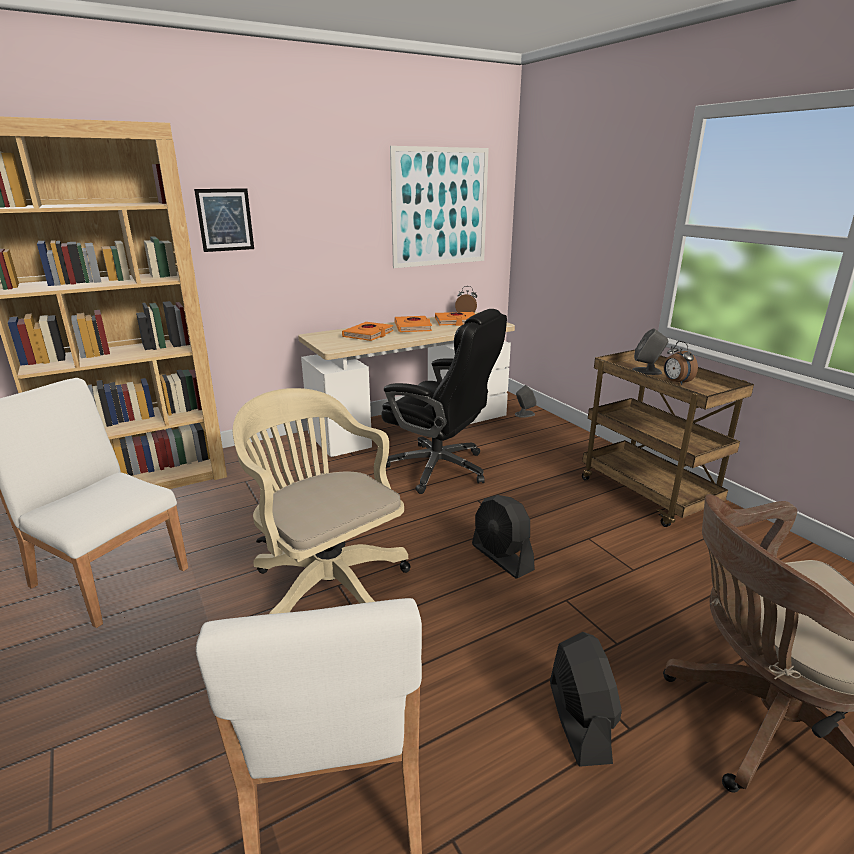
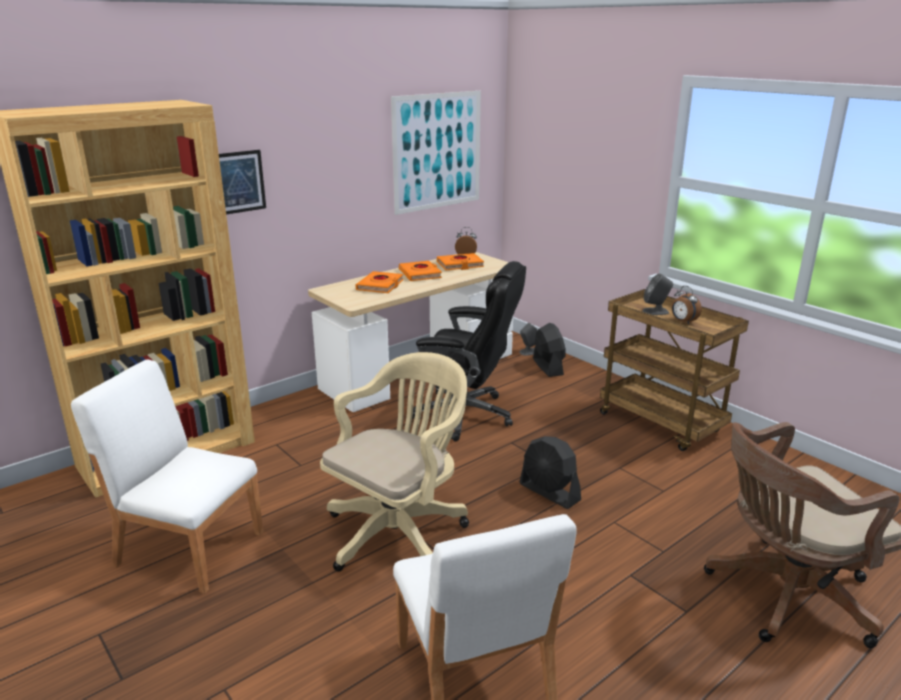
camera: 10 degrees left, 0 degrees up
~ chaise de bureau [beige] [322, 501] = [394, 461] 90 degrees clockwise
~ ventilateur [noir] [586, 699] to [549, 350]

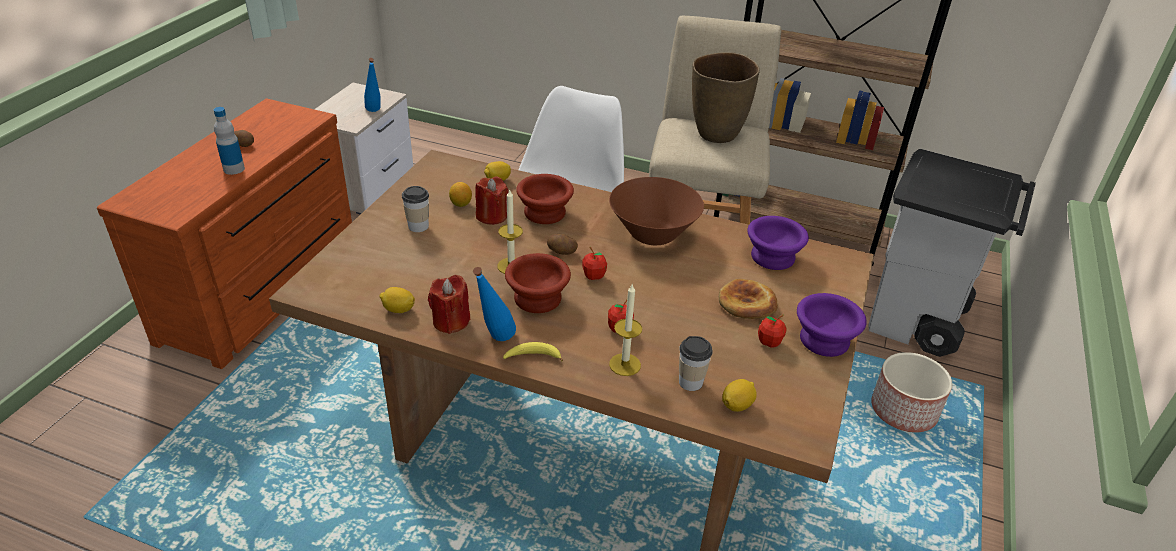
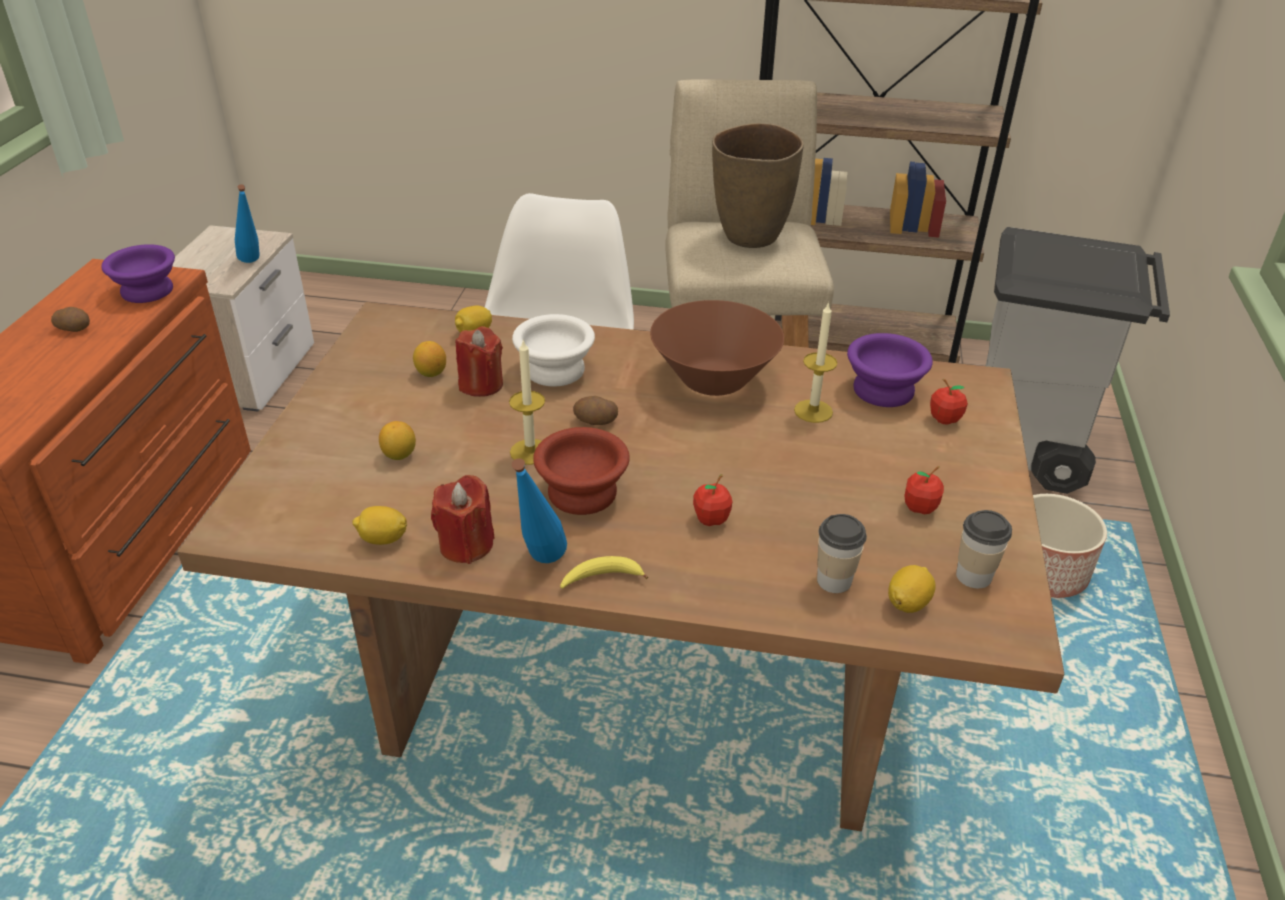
camera: 10 degrees left, 0 degrees up
- bouteille [229, 141]
~ bol [marron] [545, 199] to bol [blanc] [553, 350]
~ tasse [415, 209] to [984, 549]
~ pomme [594, 263] to [949, 402]
- pain [748, 299]
~ bougie [625, 330] to [815, 362]
~ bol [violet] [832, 325] to [138, 273]
+ citron [397, 440]

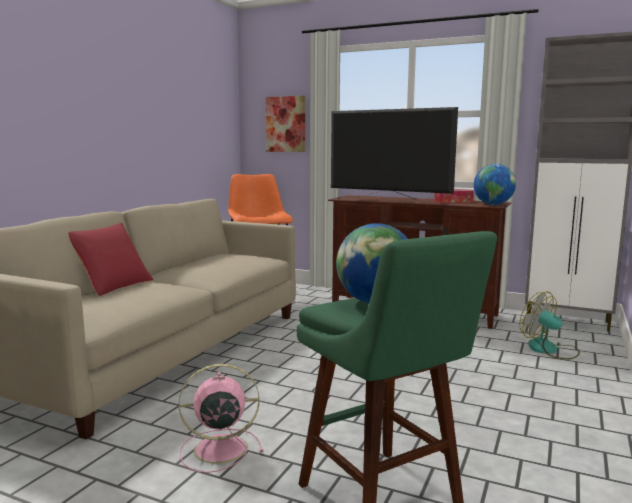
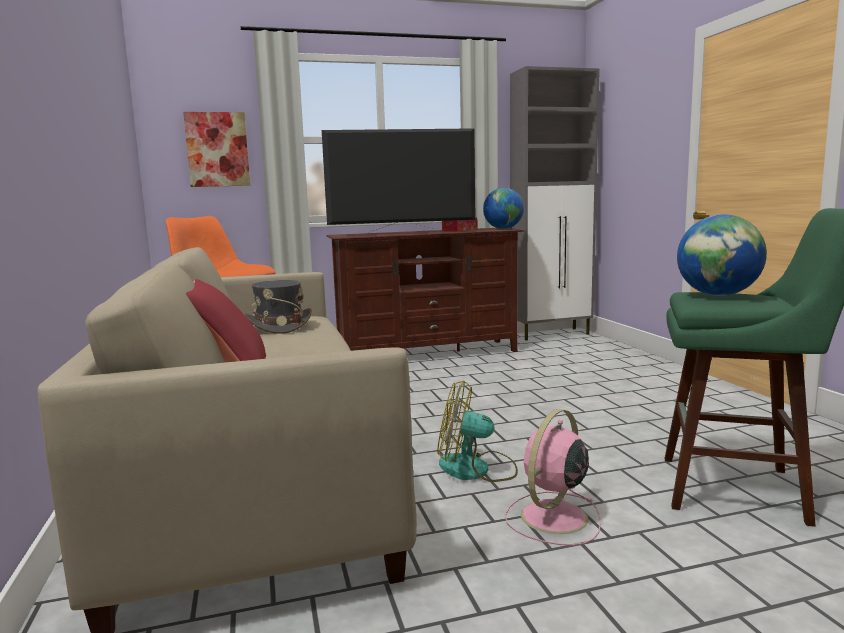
camera: 40 degrees left, 0 degrees up
~ ventilateur [549, 325] to [477, 431]
+ chapeau [gris] [278, 307]

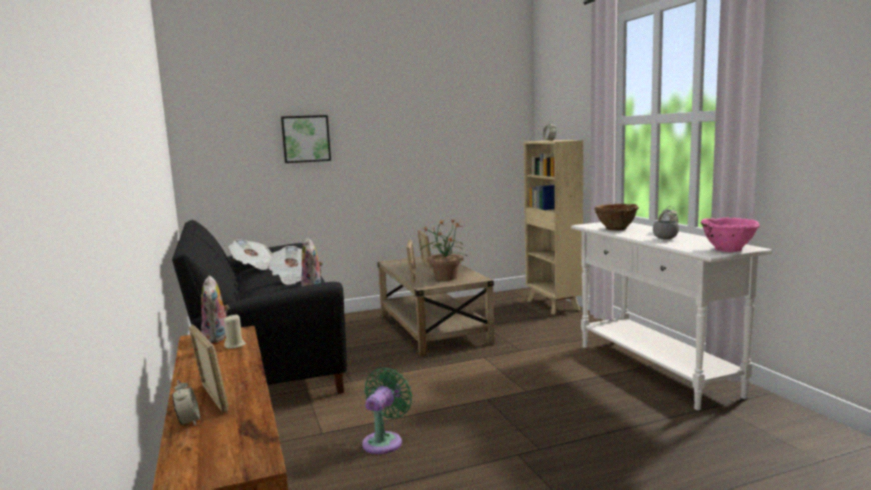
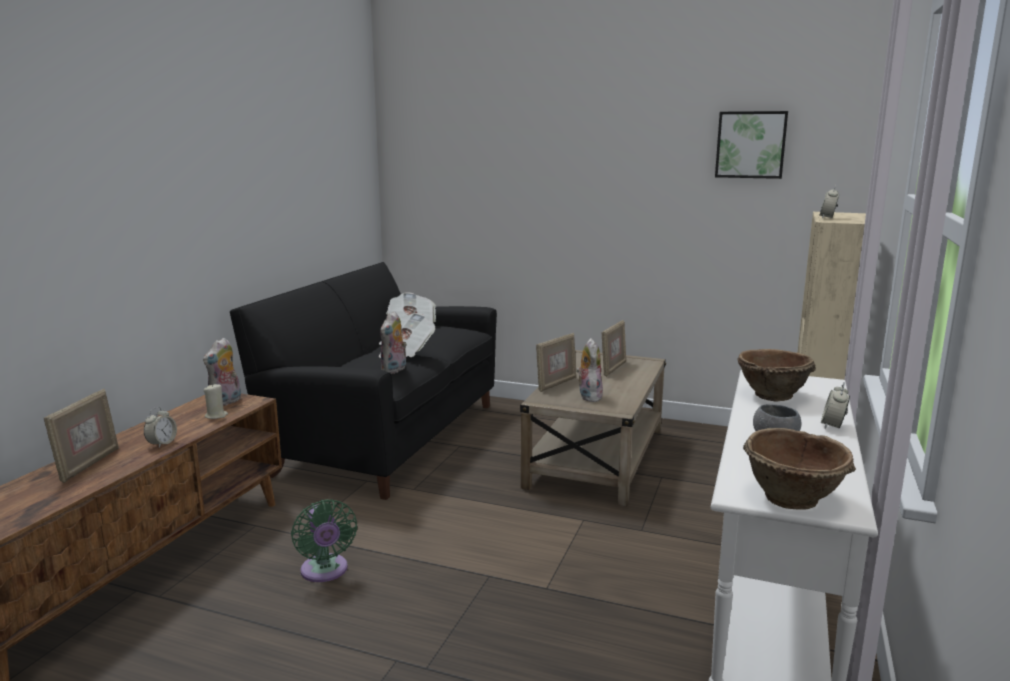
camera: 40 degrees right, 5 degrees up
~ tableau [306, 139] to [751, 145]
~ bol [rose] [730, 234] to bol [marron] [799, 469]
~ plante en pot [444, 250] to peluche [589, 370]
~ ventilateur [vert] [387, 410] = [324, 540] 90 degrees clockwise
~ réveil [186, 402] to [160, 427]

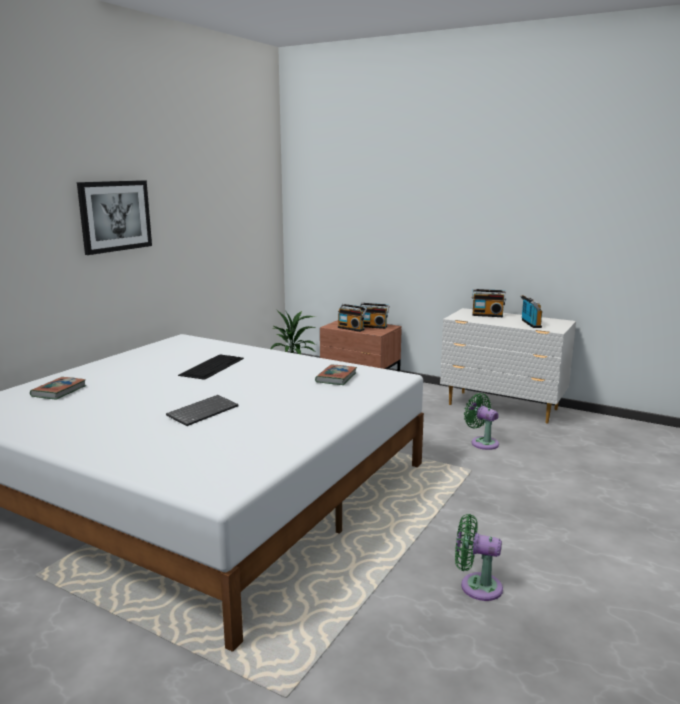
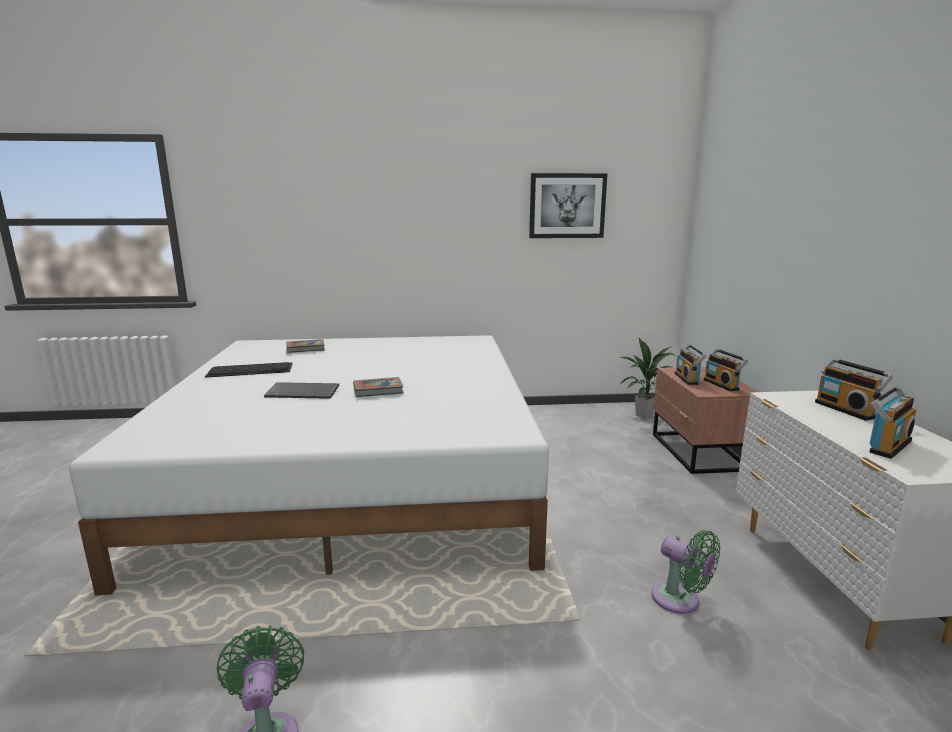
camera: 55 degrees right, 0 degrees up
~ tableau [114, 217] to [568, 205]
~ clavier [211, 367] to [249, 370]
~ livre [336, 375] to [378, 387]
~ ventilateur [vert] [481, 421] = [686, 572] 120 degrees clockwise

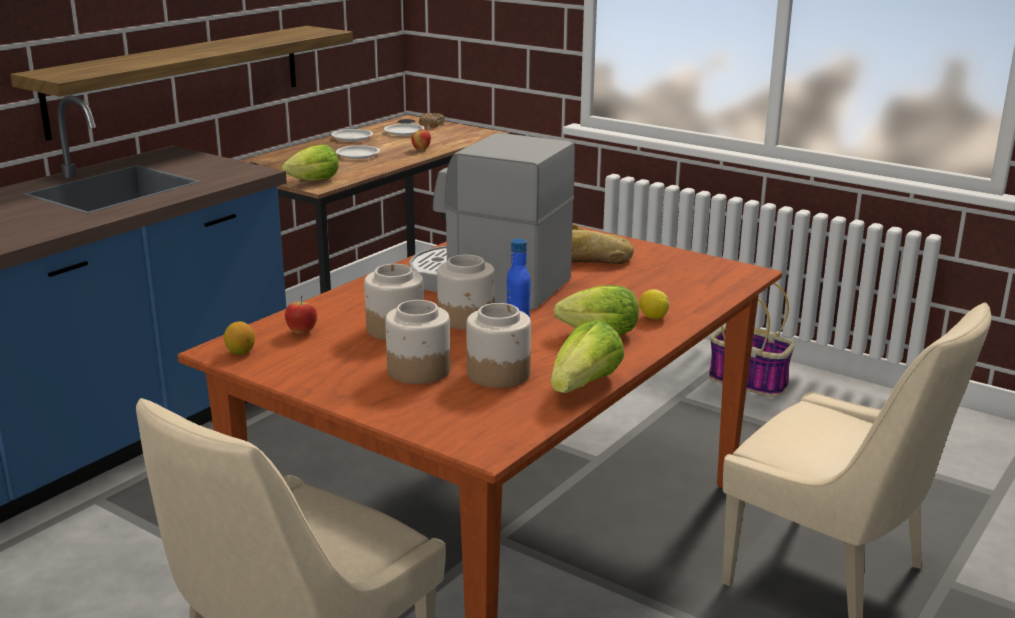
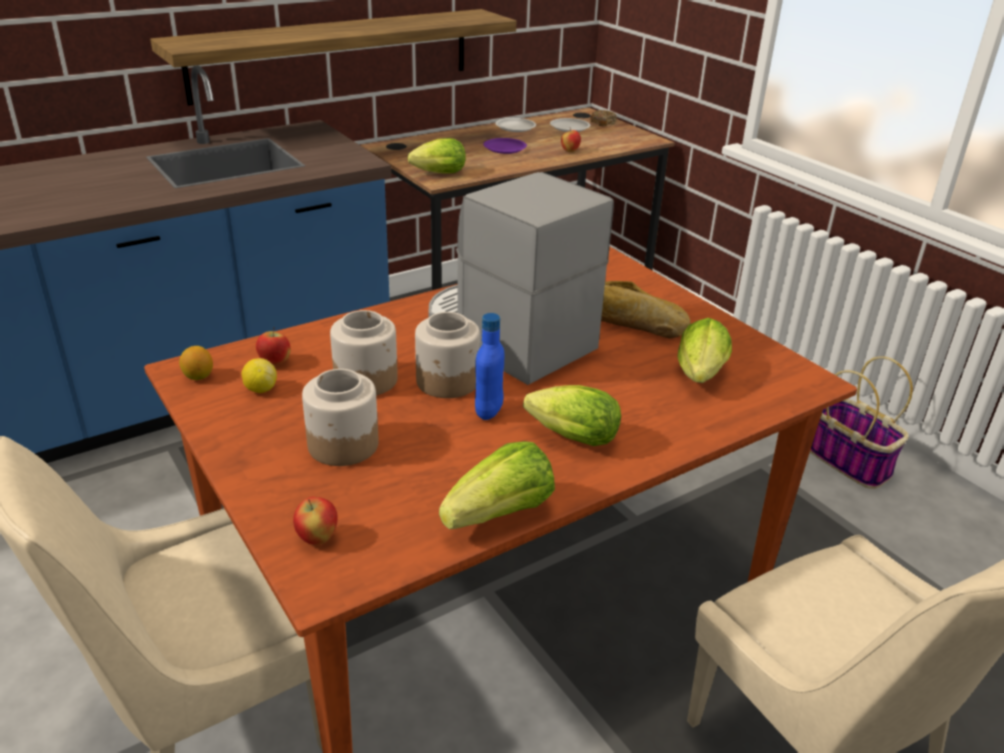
camera: 20 degrees right, 10 degrees up
~ assiette [blanc] [358, 152] to assiette [violet] [505, 146]
~ citron [654, 304] to [259, 375]
- bocal [498, 345]
+ laitue [705, 350]
+ pomme [315, 521]

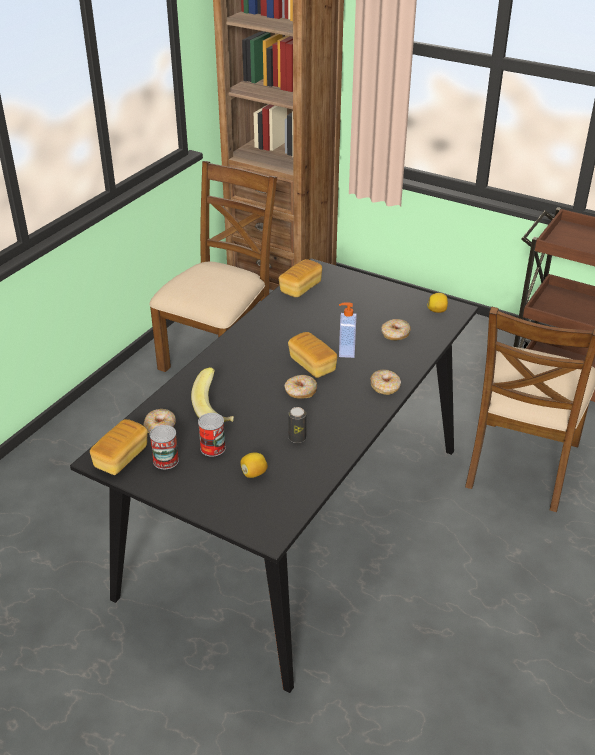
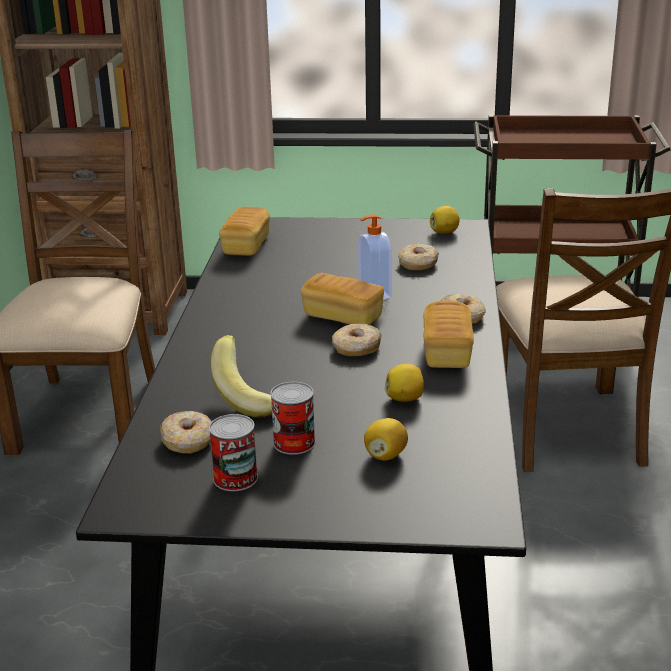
camera: 25 degrees left, 10 degrees down
~ boîte métallique [297, 425] to citron [404, 383]
~ pain [119, 447] to [448, 334]

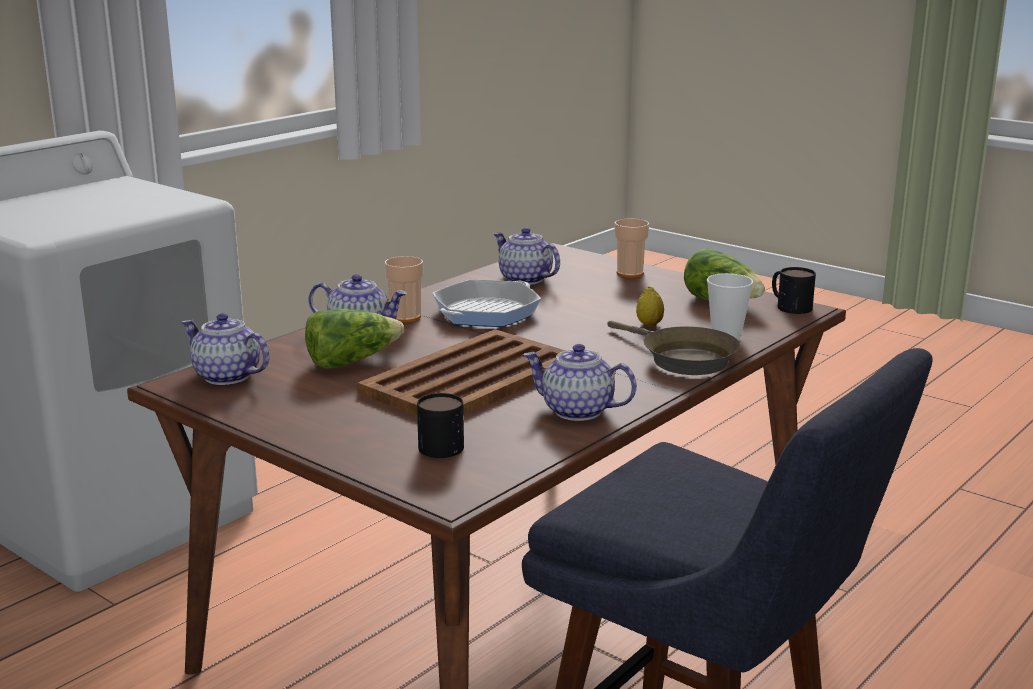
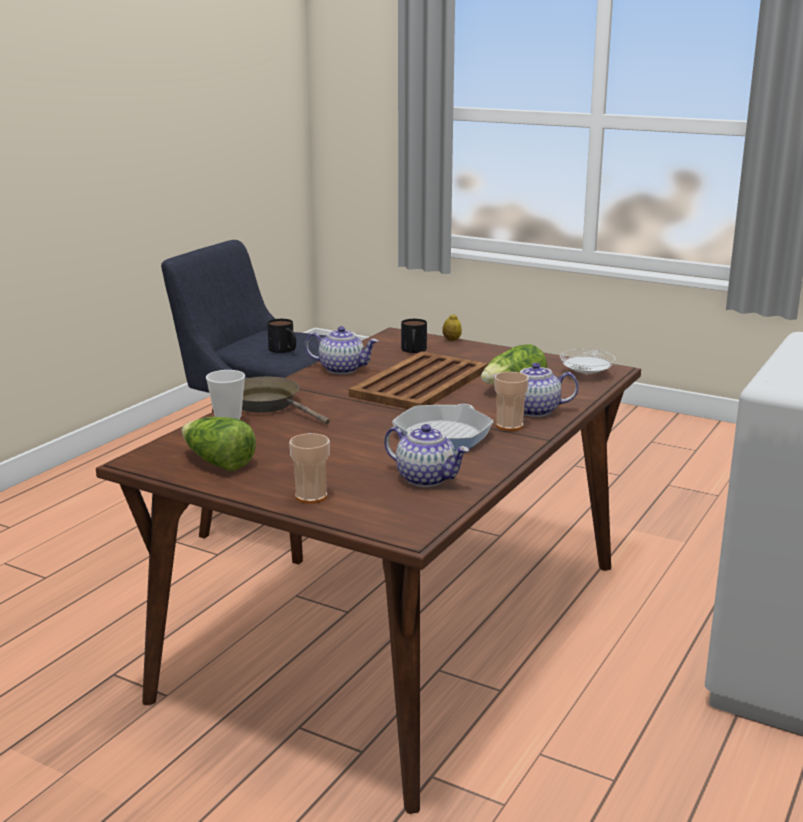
camera: 170 degrees right, 0 degrees up
~ mug [794, 290] to [281, 336]
~ citron [650, 306] to [452, 327]
~ théière [225, 349] to assiette [blanc] [587, 362]

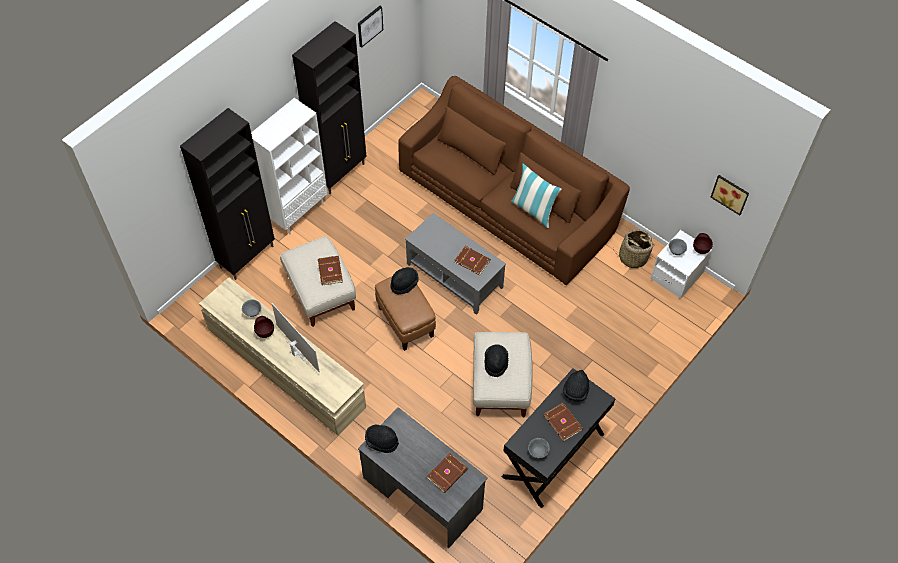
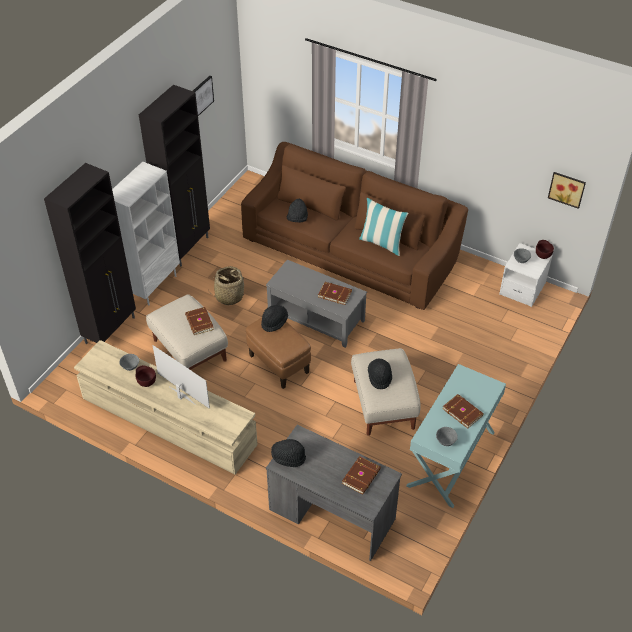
camera: 10 degrees left, 10 degrees down
~ panier [633, 248] to [227, 285]
~ table console [noir] [558, 438] to table console [turquoise] [456, 436]
~ chapeau [noir] [576, 386] to [297, 211]

